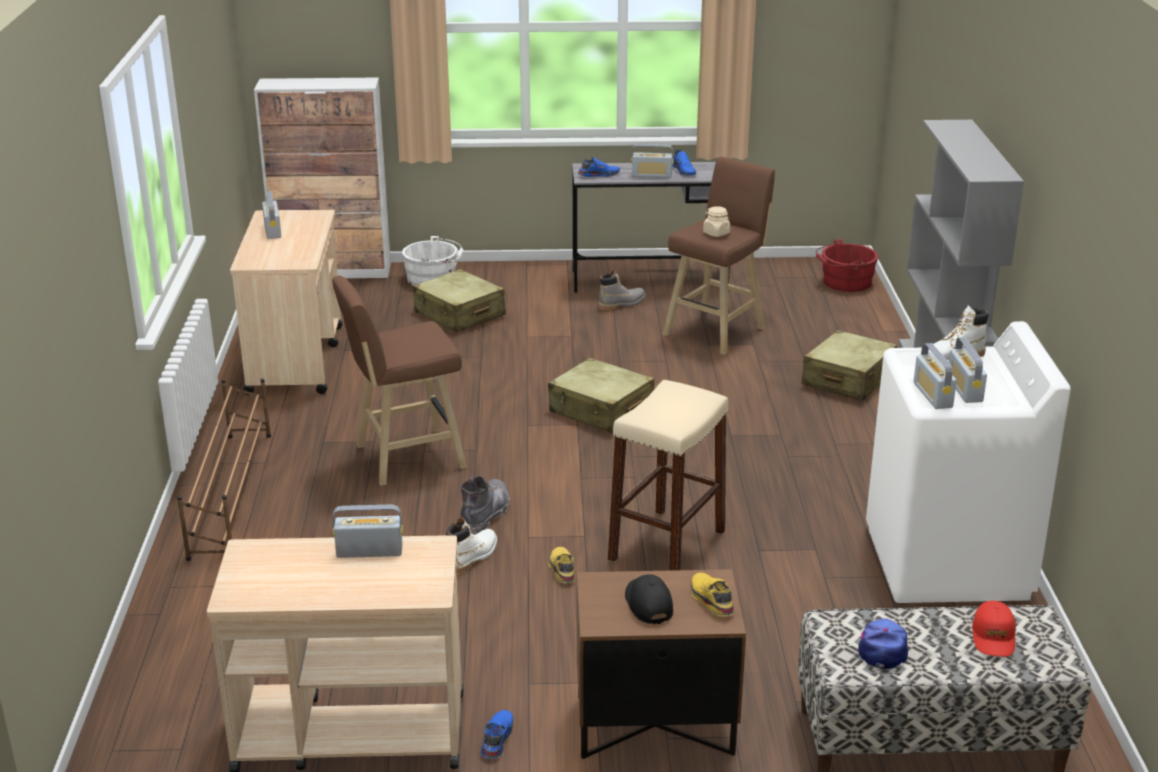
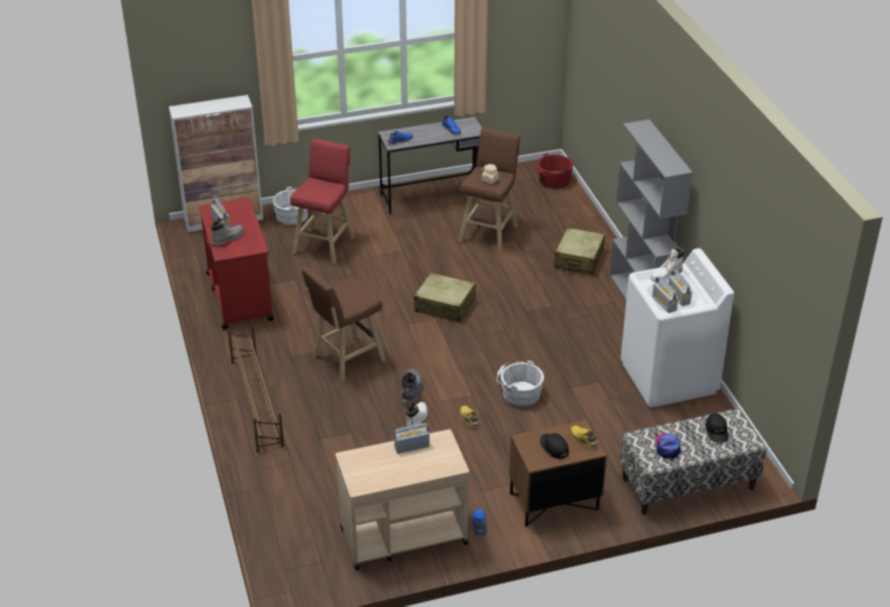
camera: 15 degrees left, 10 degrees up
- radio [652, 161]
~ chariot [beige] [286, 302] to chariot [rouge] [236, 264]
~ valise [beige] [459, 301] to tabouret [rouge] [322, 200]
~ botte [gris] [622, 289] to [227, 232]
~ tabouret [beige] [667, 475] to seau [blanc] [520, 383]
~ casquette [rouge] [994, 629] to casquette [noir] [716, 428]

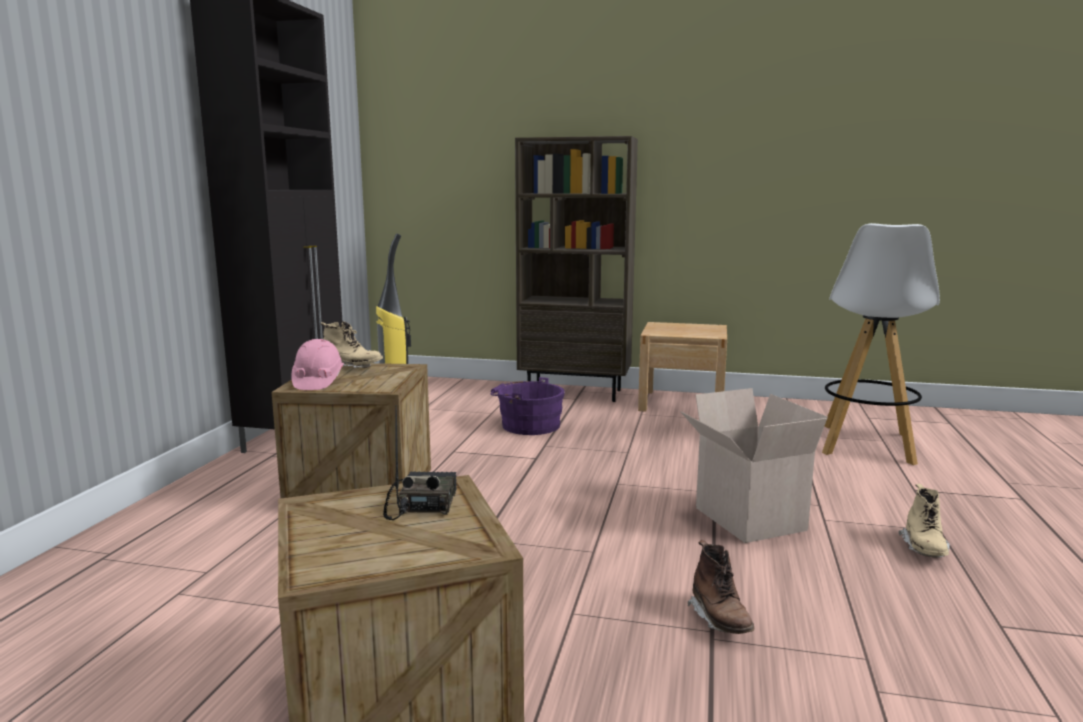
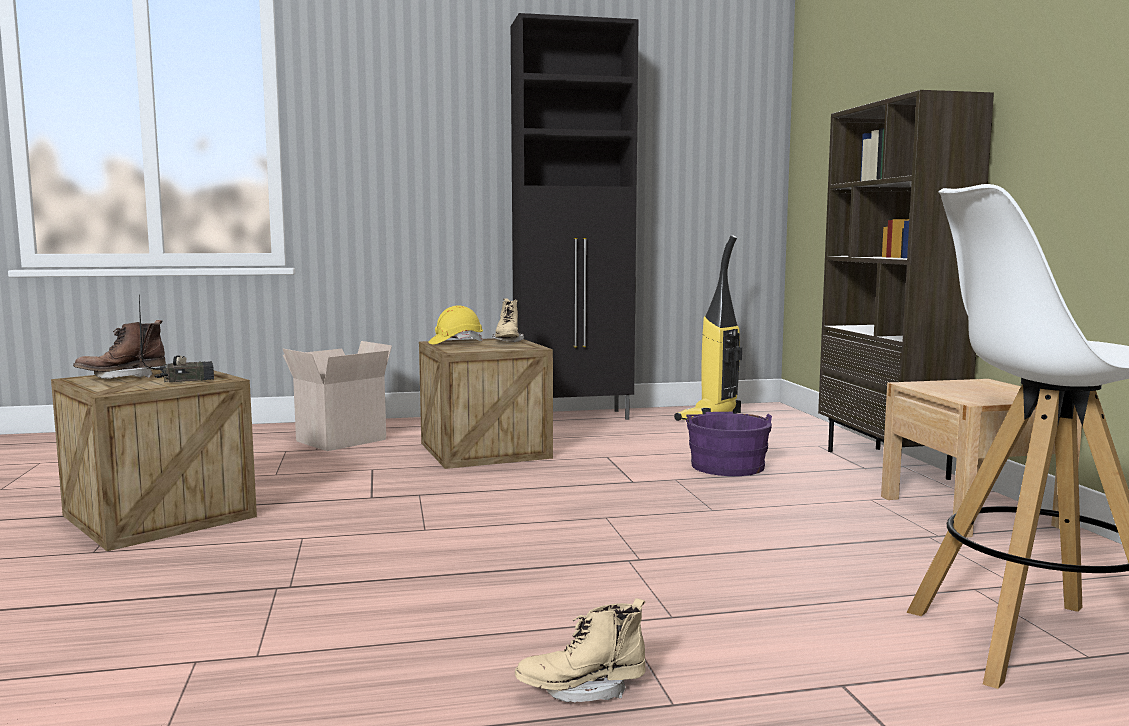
camera: 65 degrees right, 5 degrees down
~ casque de chantier [rose] [317, 364] to casque de chantier [jaune] [455, 325]
~ carton [754, 465] to [337, 396]
~ botte [marron] [721, 587] to [119, 349]

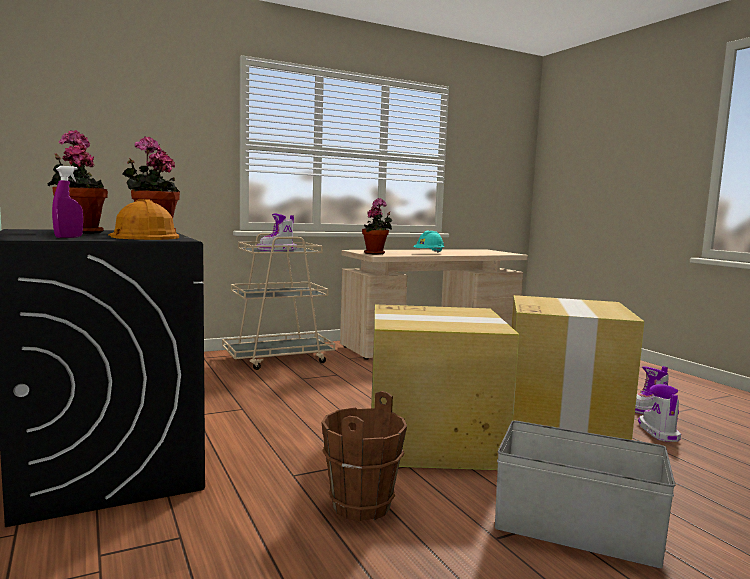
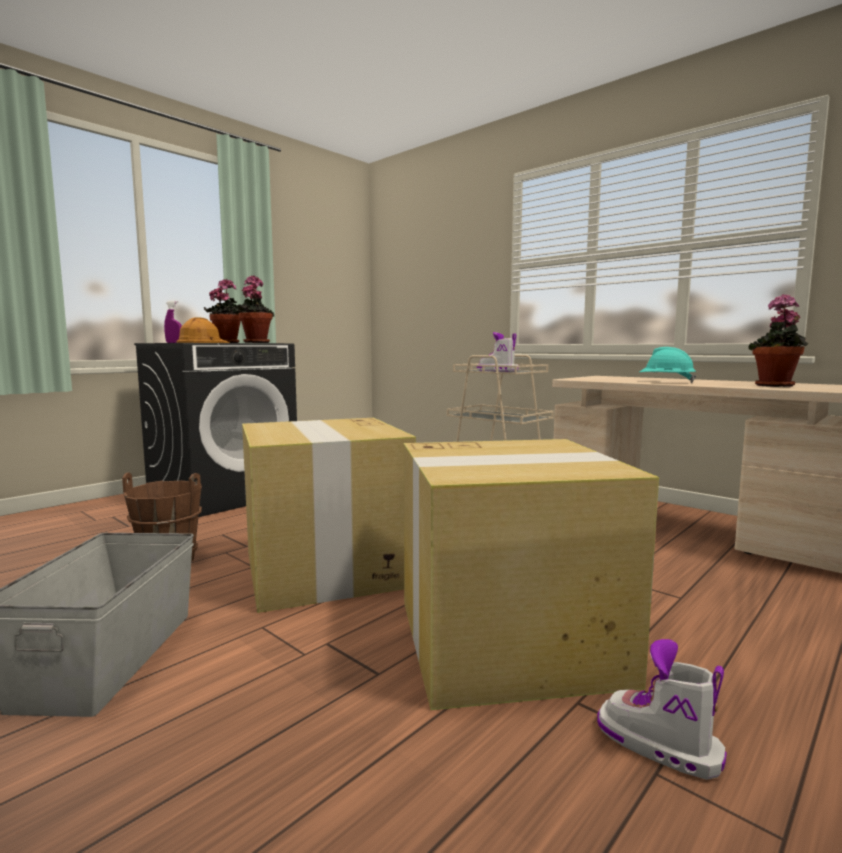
camera: 70 degrees right, 0 degrees up
~ plante en pot [377, 226] to [778, 340]
- botte [659, 413]

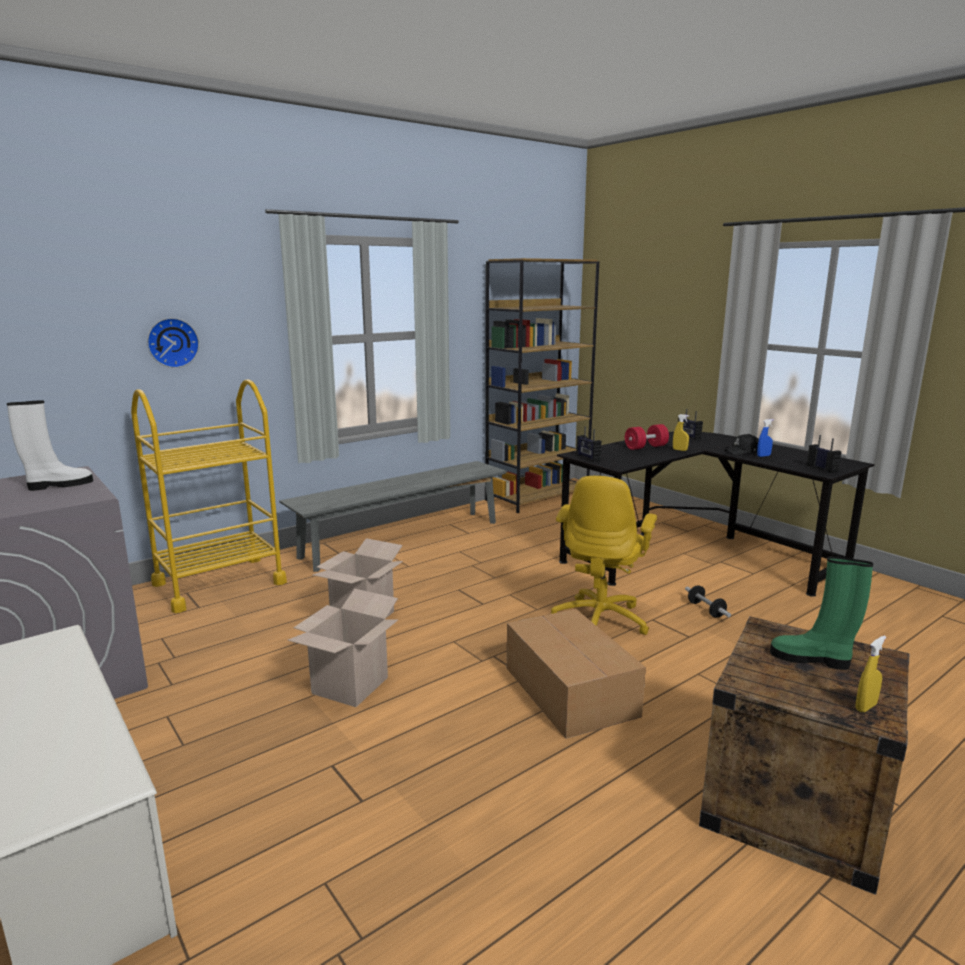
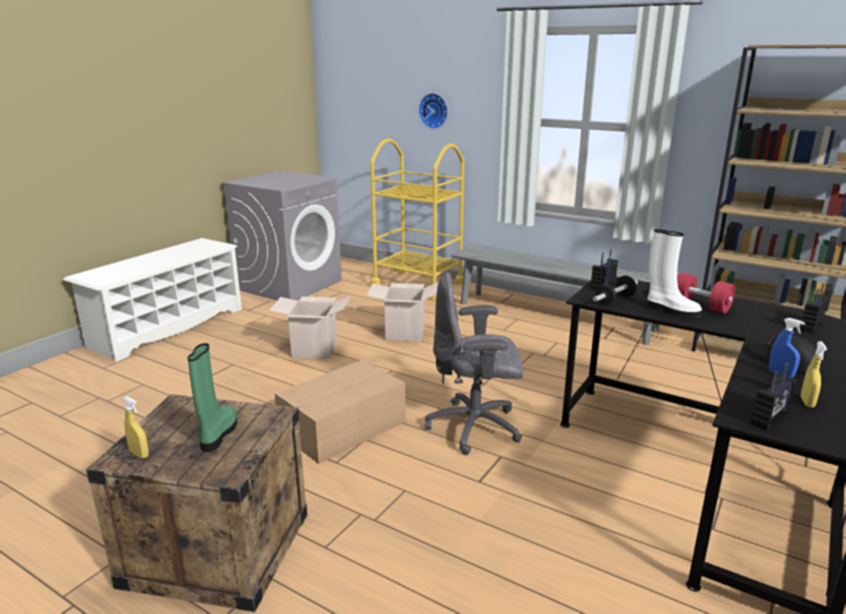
camera: 70 degrees right, 5 degrees up
~ botte [blanc] [50, 445] to [674, 273]
~ vaporisateur [jaune] [681, 432] to [814, 374]
~ chaise de bureau [jaune] [604, 555] to chaise de bureau [gris] [474, 363]
~ haltère [708, 601] to [615, 291]

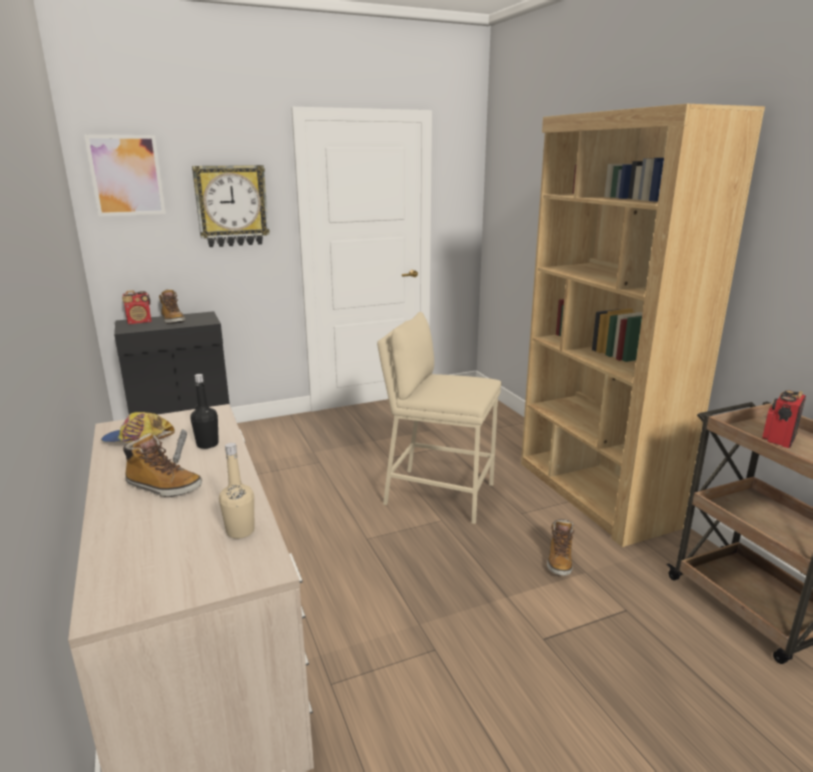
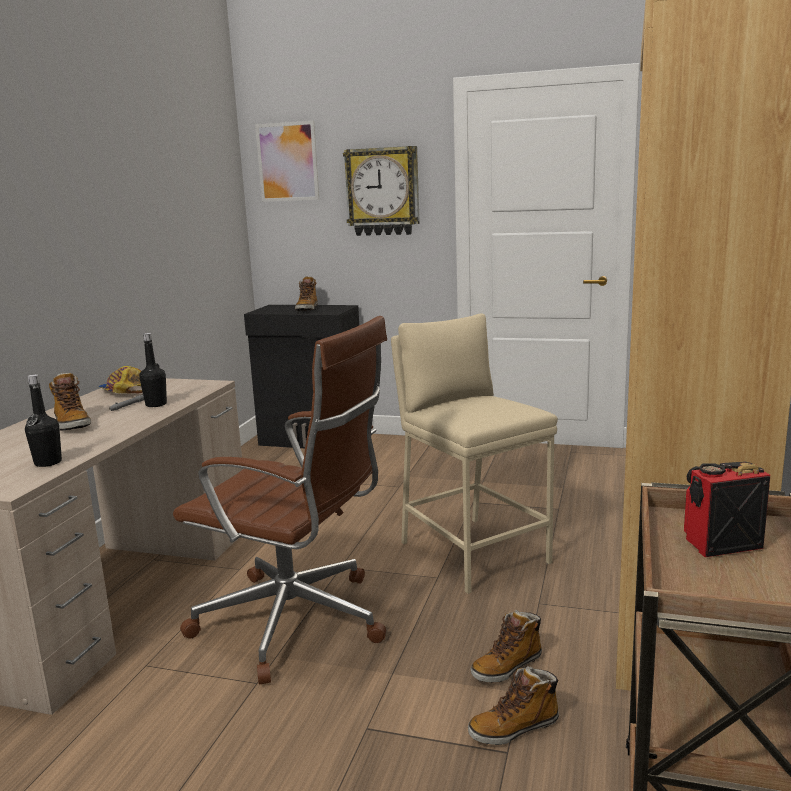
camera: 40 degrees right, 5 degrees down
- radio [137, 307]
~ bouteille [beige] [236, 491] to bouteille [noir] [43, 420]
+ chaise de bureau [marron] [280, 500]
+ botte [513, 705]

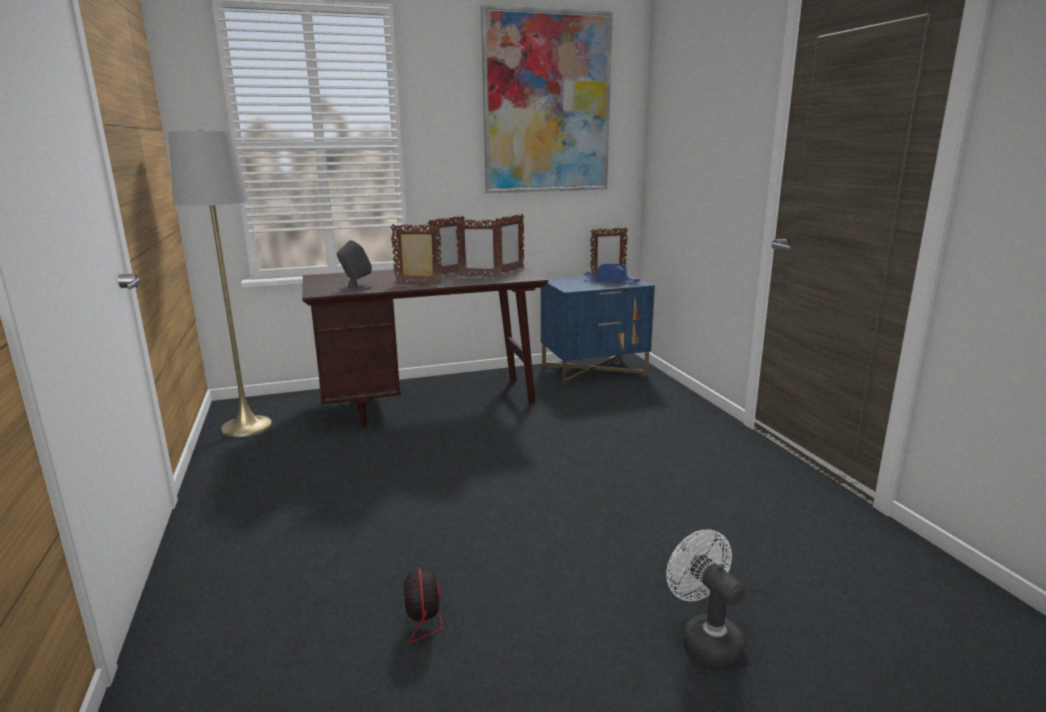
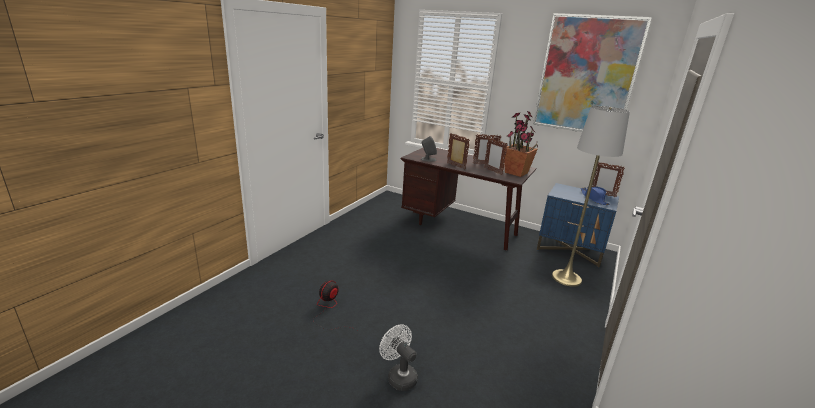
camera: 45 degrees right, 5 degrees up
~ lampadaire [gris] [220, 283] to [591, 196]
~ cadre photo [509, 243] to plante en pot [521, 144]
~ ventilateur [blanc] [706, 598] = [398, 358] 60 degrees counterclockwise

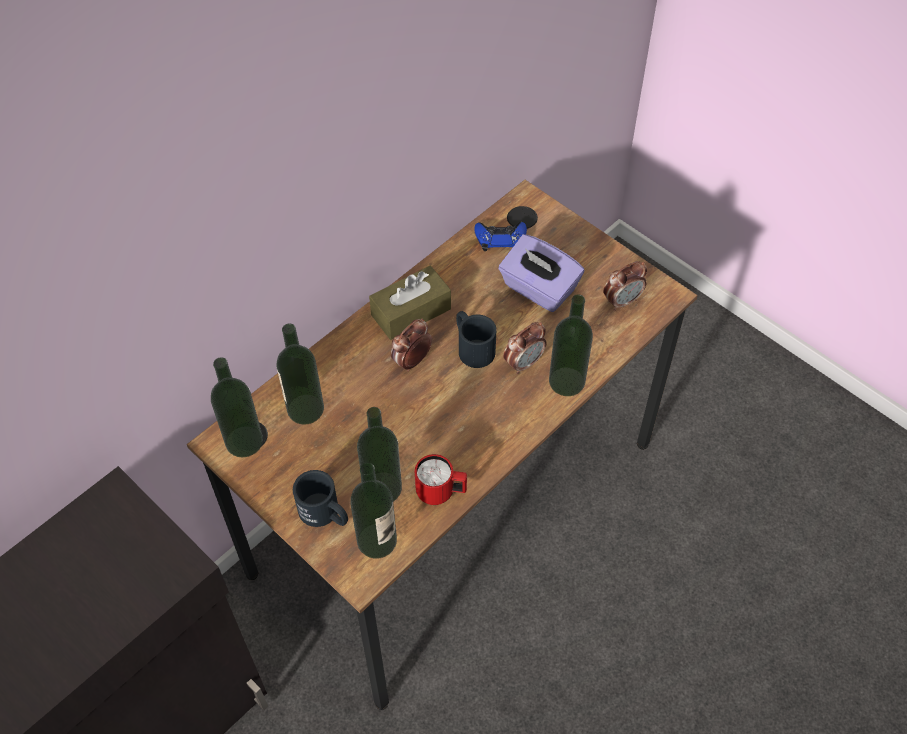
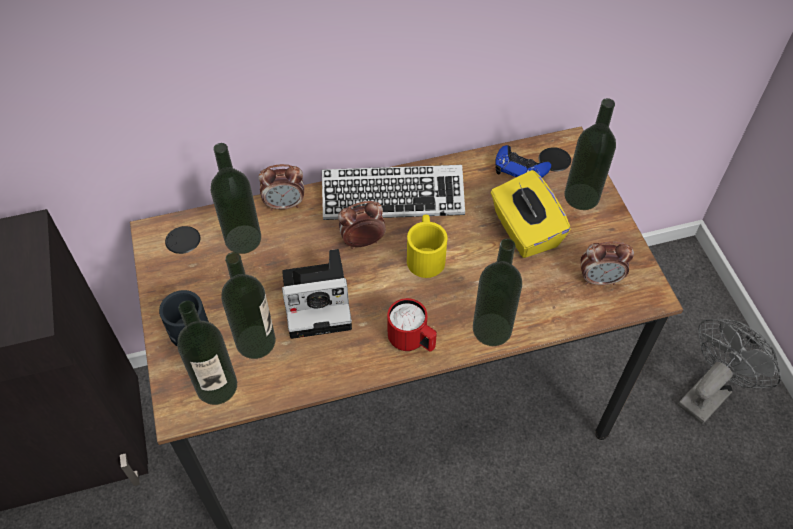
camera: 30 degrees right, 0 degrees up
~ boîte à mouchoirs [violet] [541, 273] to boîte à mouchoirs [jaune] [530, 214]
~ boîte à mouchoirs [marron] [410, 303] to clavier [393, 192]
~ mug [noir] [476, 339] to mug [jaune] [427, 246]
~ réveil [524, 348] to [281, 187]
~ bouteille [237, 407] to [590, 154]
~ mug [rouge] [441, 479] to [412, 325]
+ appareil photo [317, 294]
+ ventilateur [gris] [729, 371]

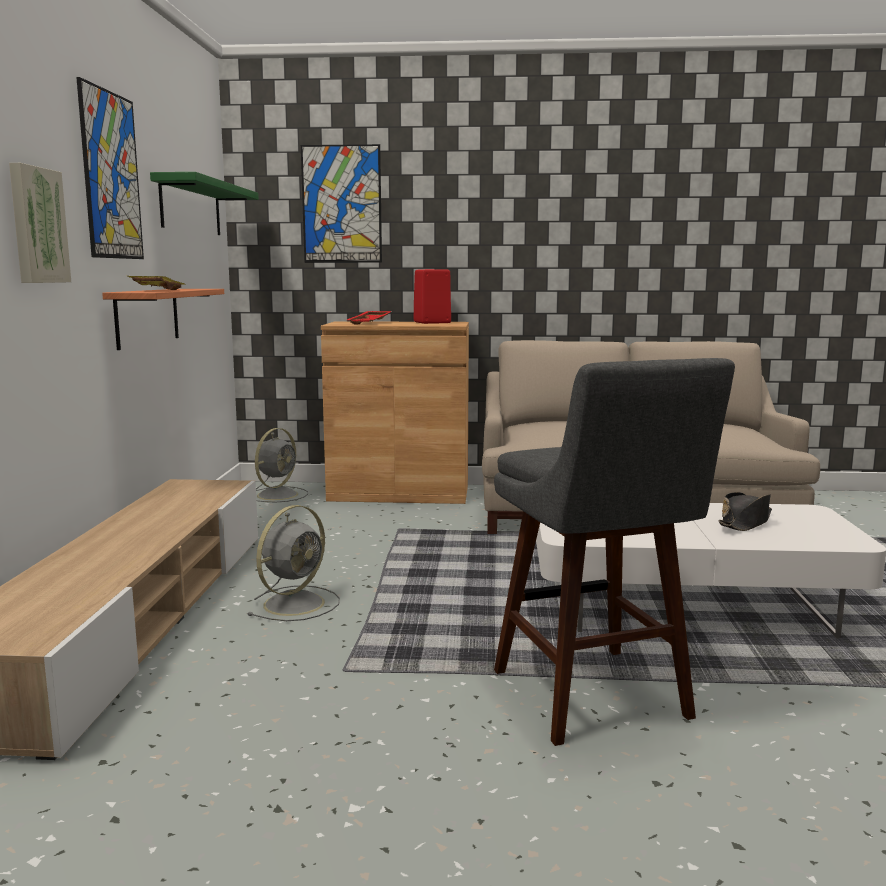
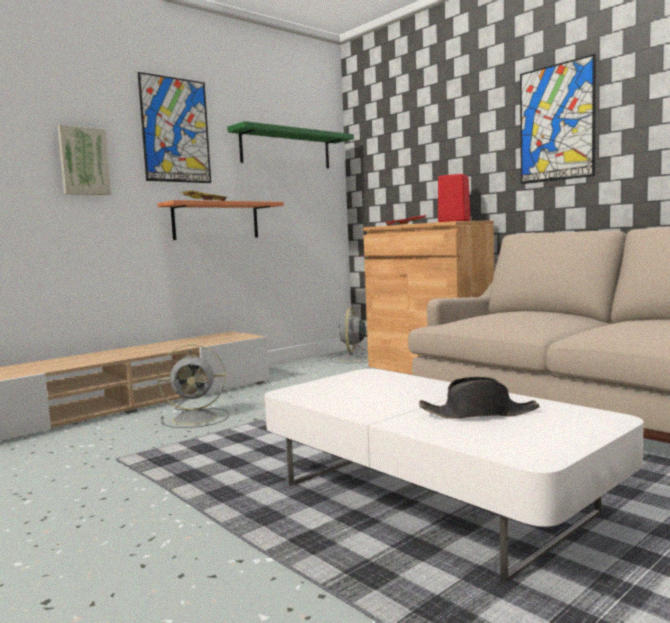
camera: 45 degrees right, 5 degrees down
~ tableau [341, 203] to [558, 119]
- tabouret [gris] [614, 552]
~ ventilateur [gris] [281, 465] = [349, 335] 120 degrees clockwise

